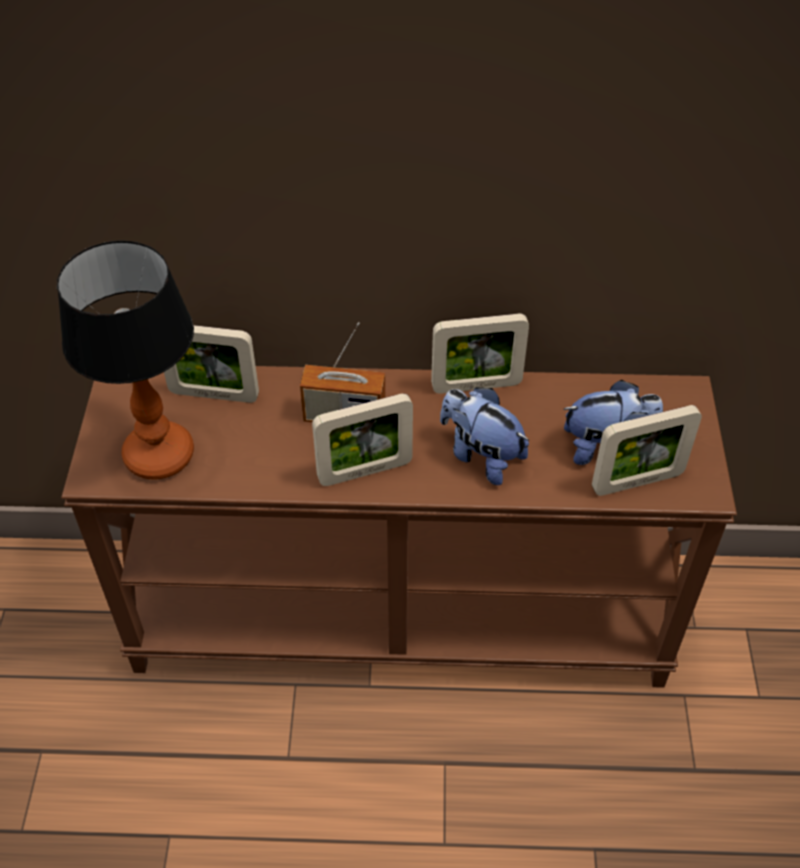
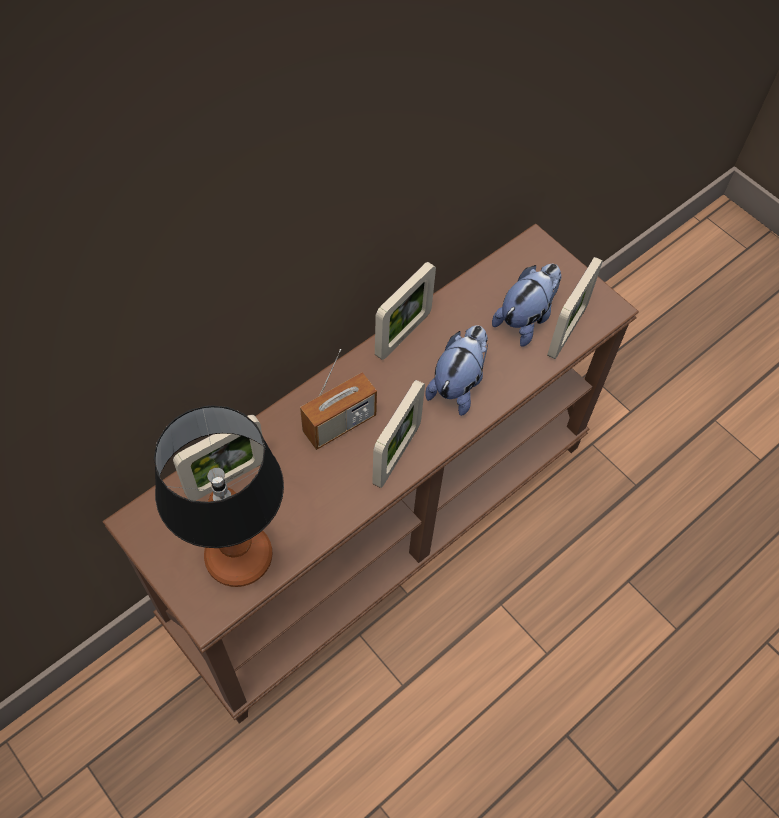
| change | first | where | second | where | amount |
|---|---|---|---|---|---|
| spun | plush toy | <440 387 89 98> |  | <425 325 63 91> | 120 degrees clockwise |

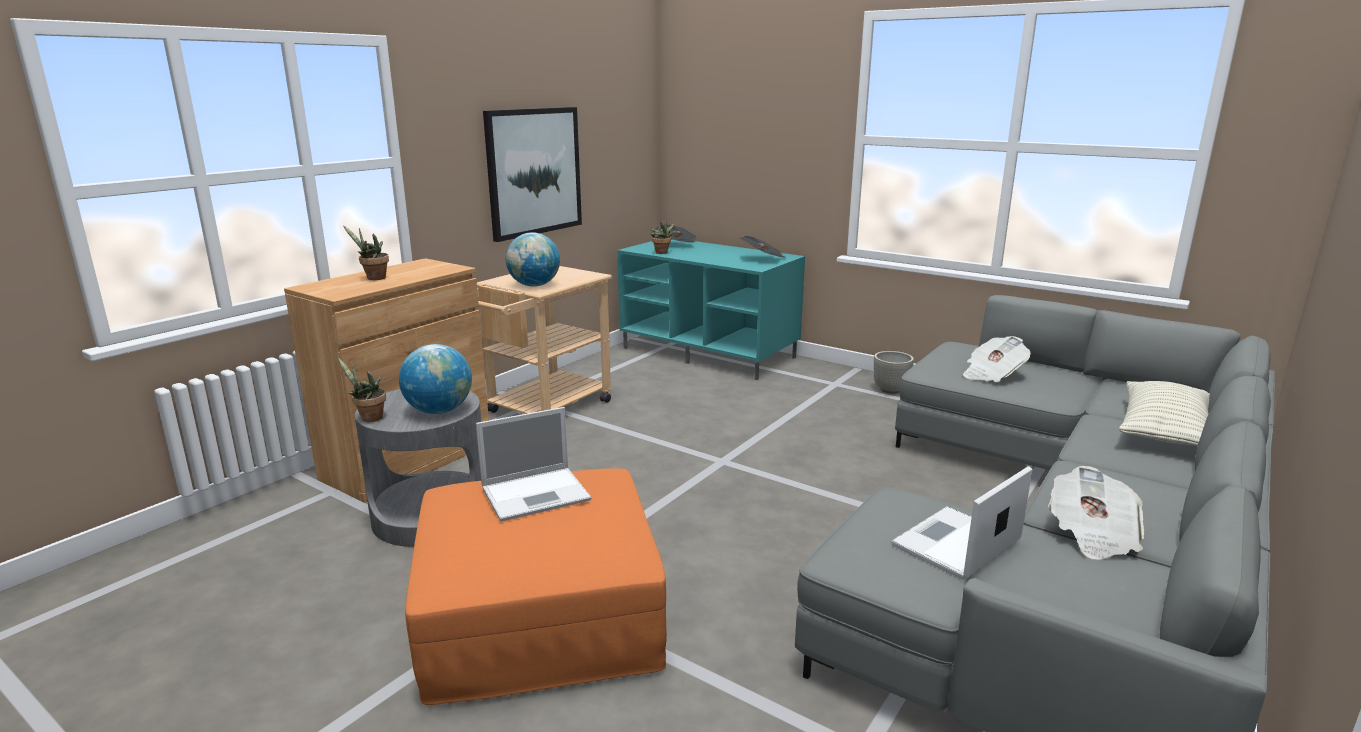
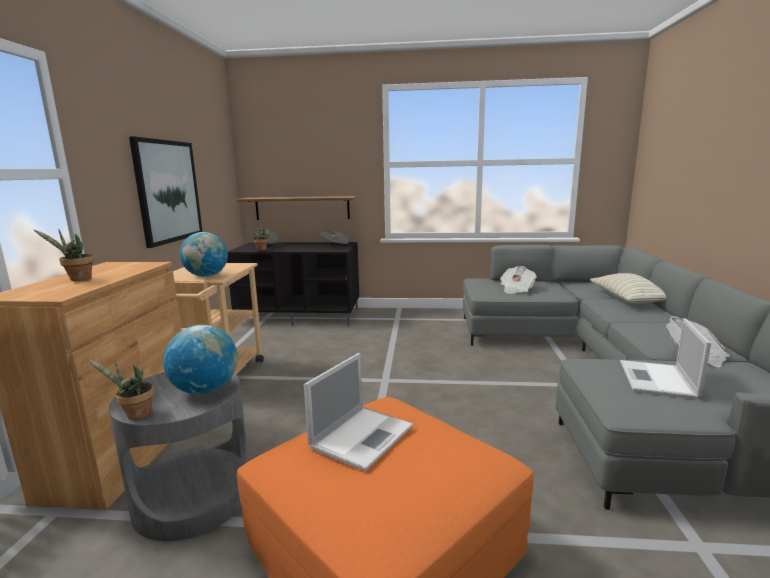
| change | first | where | second | where | amount |
|---|---|---|---|---|---|
| colour | blue-green media console | <617 239 188 141> | blackish media console | <227 242 132 84> |  |
| missing | grey plant pot | <874 351 40 43> |  |  |  |
| appeared |  |  | wall shelf | <236 196 121 24> |  |

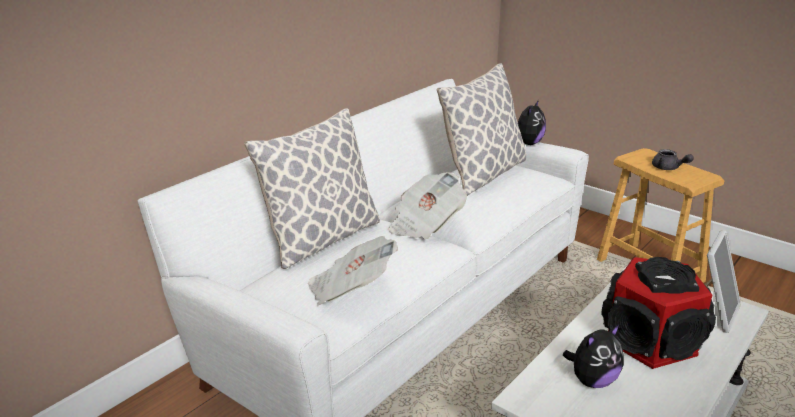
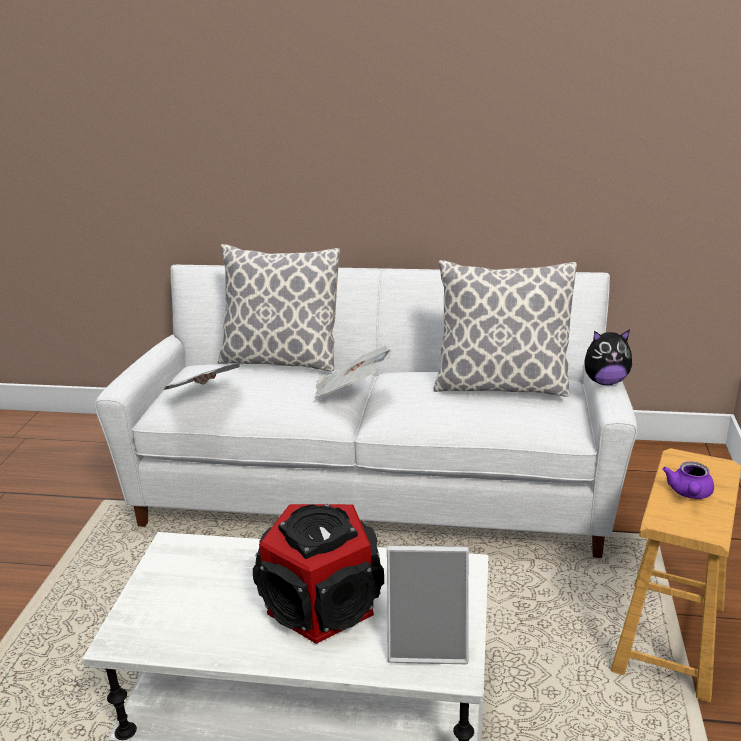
| change | first | where | second | where | amount |
|---|---|---|---|---|---|
| colour | grey tea pot | <652 149 42 21> | purple tea pot | <662 461 52 38> |  |
| missing | plush toy | <563 324 61 64> |  |  |  |

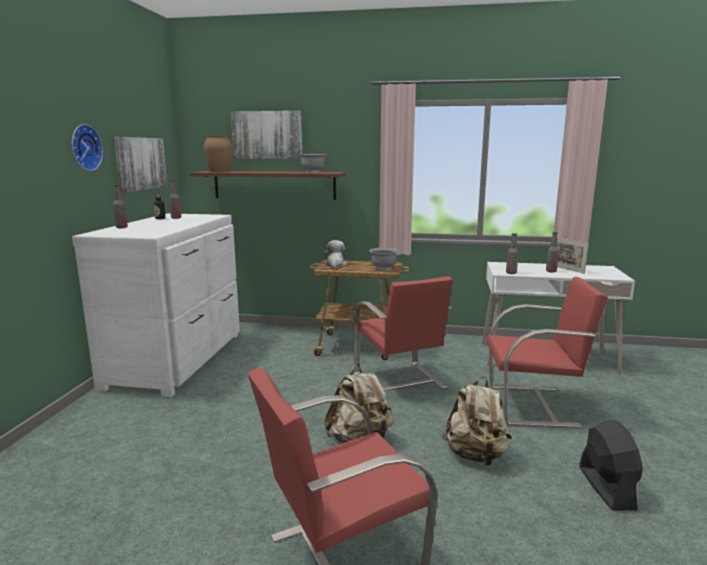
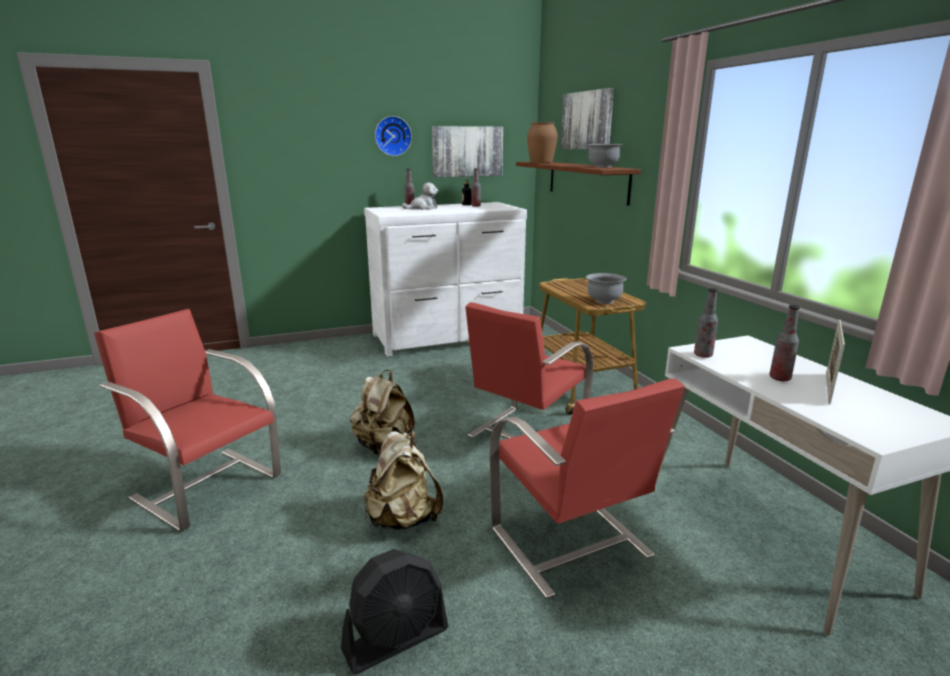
| change | first | where | second | where | amount |
|---|---|---|---|---|---|
| relocated | plush toy | <323 240 24 29> |  | <402 183 36 27> |  |

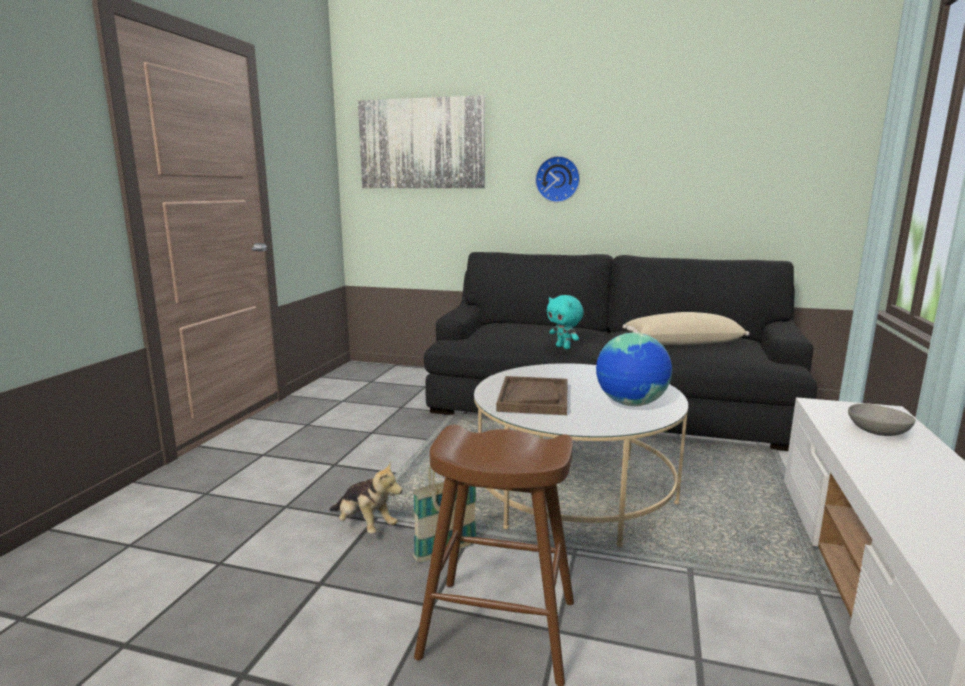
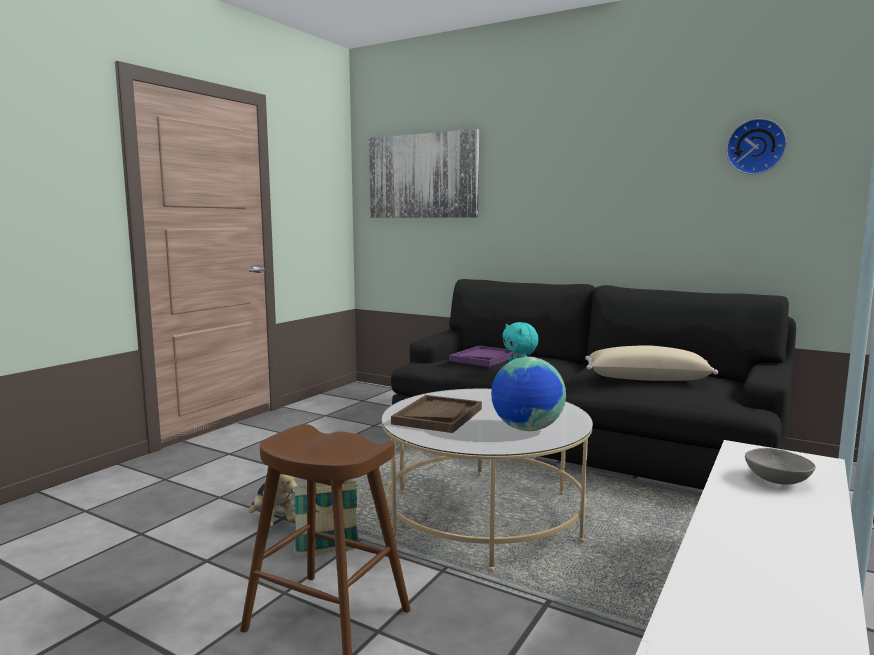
| change | first | where | second | where | amount |
|---|---|---|---|---|---|
| relocated | hanging clock | <535 156 45 47> |  | <726 118 61 57> |  |
| appeared |  |  | purple tray | <449 346 64 21> |  |

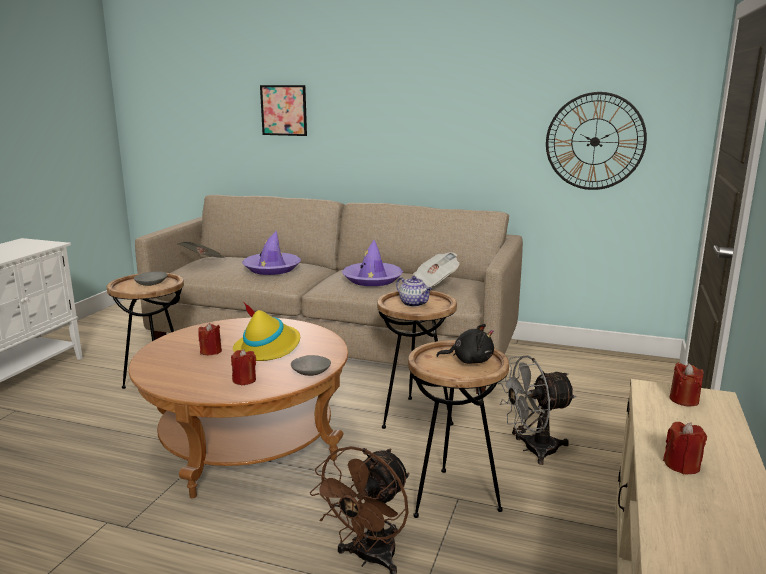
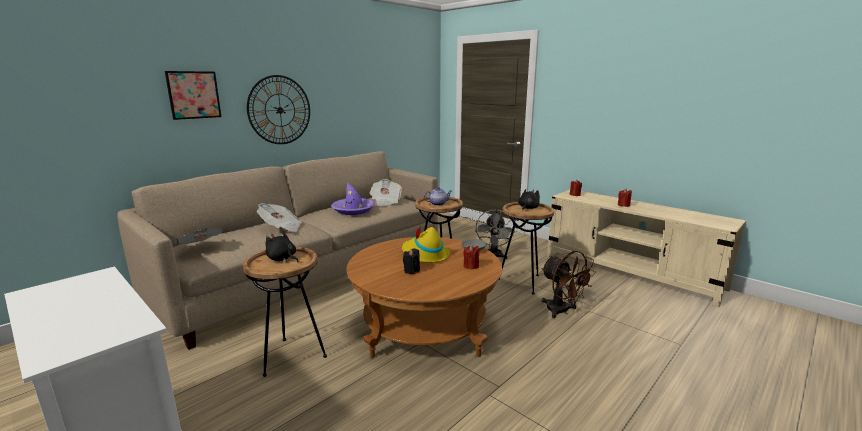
| change | first | where | second | where | amount |
|---|---|---|---|---|---|
| relocated | hanging clock | <546 92 101 98> |  | <247 75 63 69> |  |
| exchanged | purple wearable hat | <242 230 59 45> | daily paper | <257 203 45 29> |  |
| exchanged | grey serving bowl | <134 271 34 15> | blackish plush toy | <265 231 33 31> |  |
| colour | reddish wax light | <198 323 24 32> | blackish wax light | <403 249 17 25> |  |

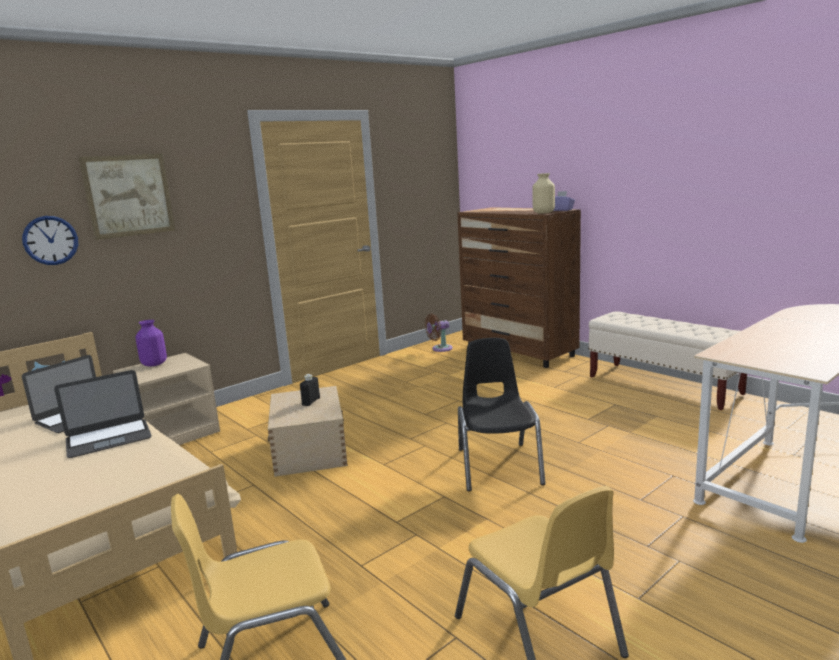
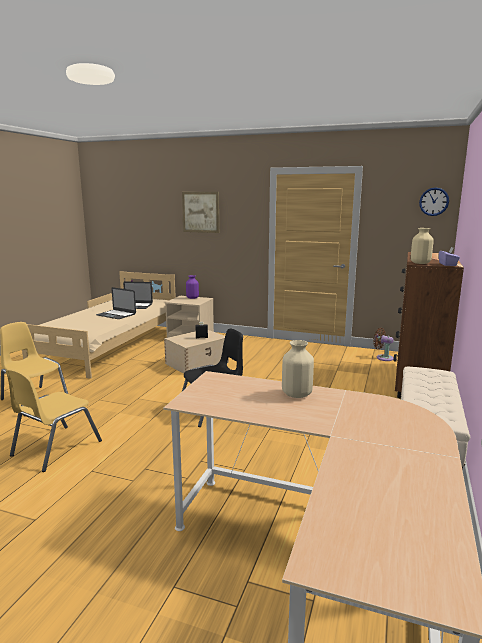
| change | first | where | second | where | amount |
|---|---|---|---|---|---|
| relocated | hanging clock | <22 216 56 49> |  | <419 187 30 29> |  |
| appeared |  |  | beige vase | <282 340 32 58> |  |

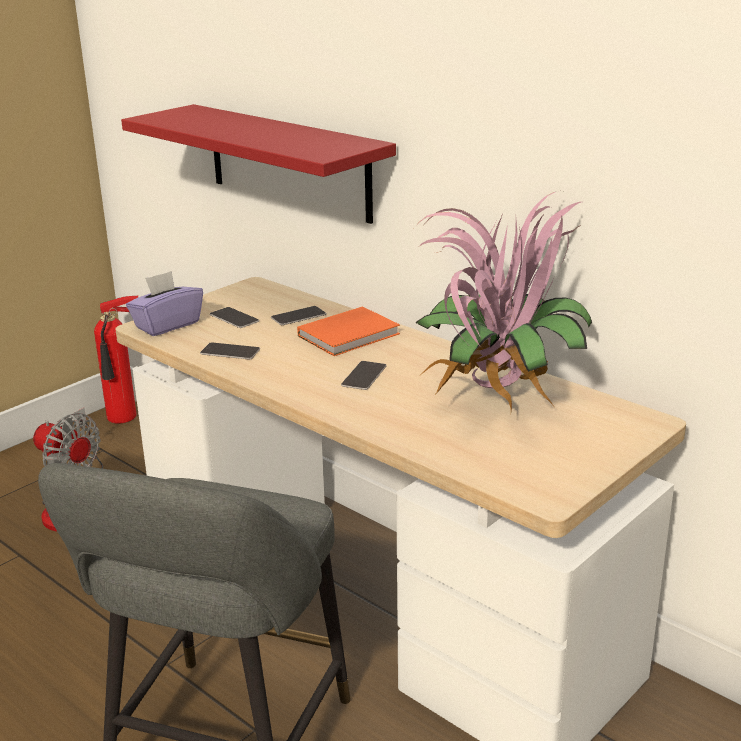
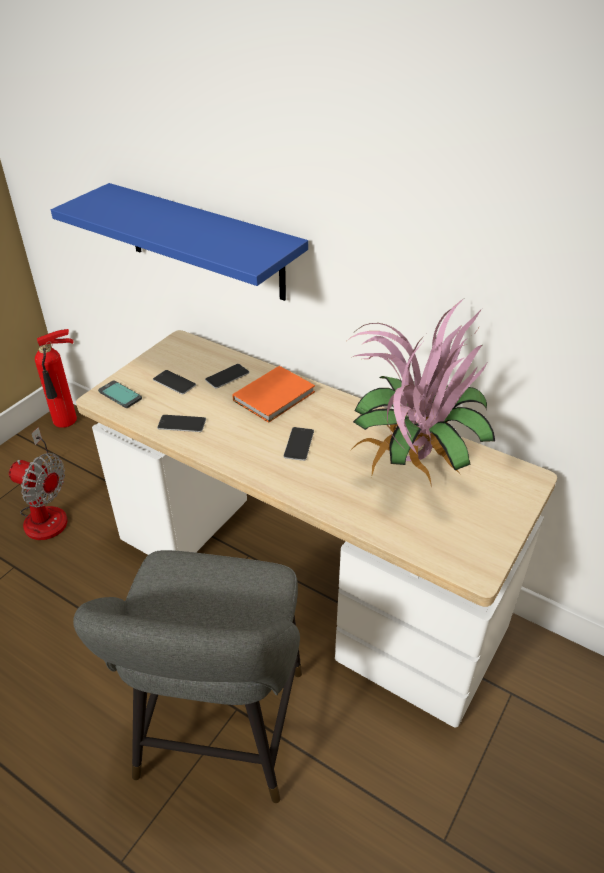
| change | first | where | second | where | amount |
|---|---|---|---|---|---|
| colour | reddish wall shelf | <121 104 275 120> | blue-coloured wall shelf | <51 183 257 118> |  |
| exchanged | purple tissue holder | <126 271 77 65> | phone | <98 380 44 28> |  |

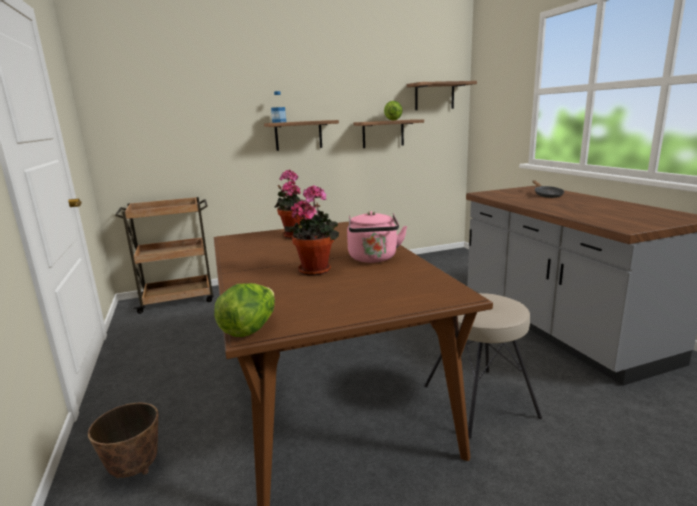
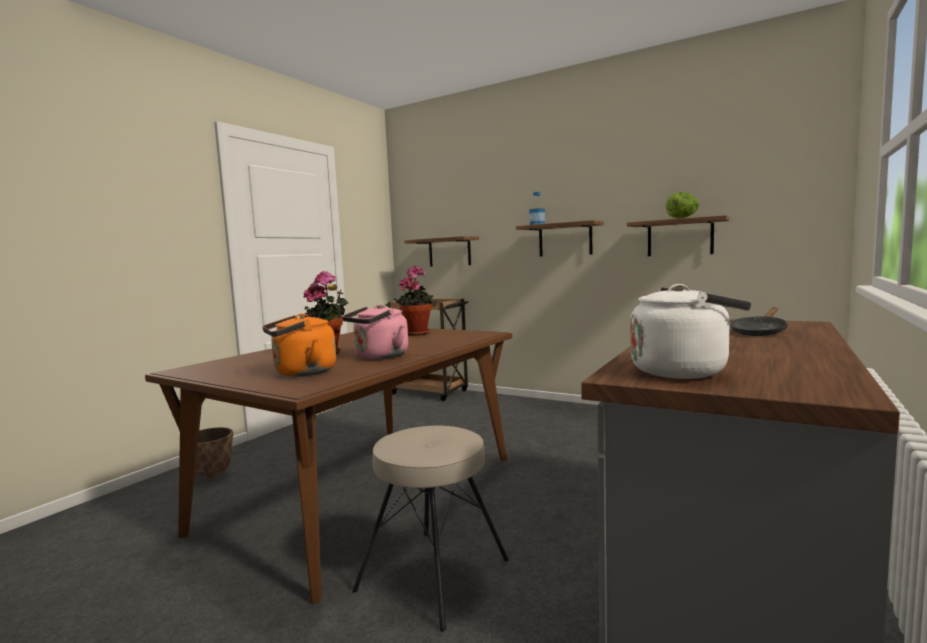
| change | first | where | second | where | amount |
|---|---|---|---|---|---|
| relocated | wall shelf | <407 81 70 29> |  | <404 236 75 30> |  |
| missing | head of lettuce | <214 283 61 54> |  |  |  |
| appeared |  |  | whitish kettle | <630 284 121 95> |  |
| appeared |  |  | orange kettle | <262 314 74 62> |  |

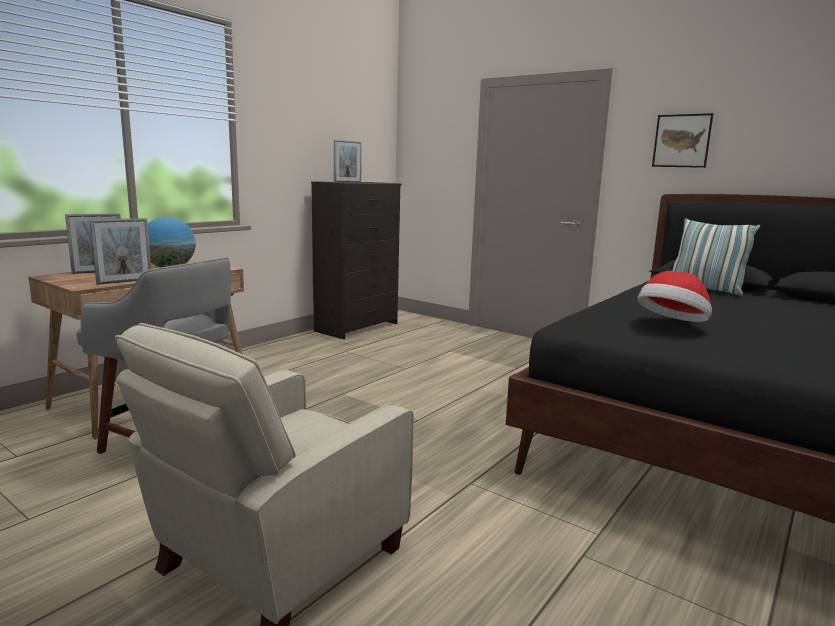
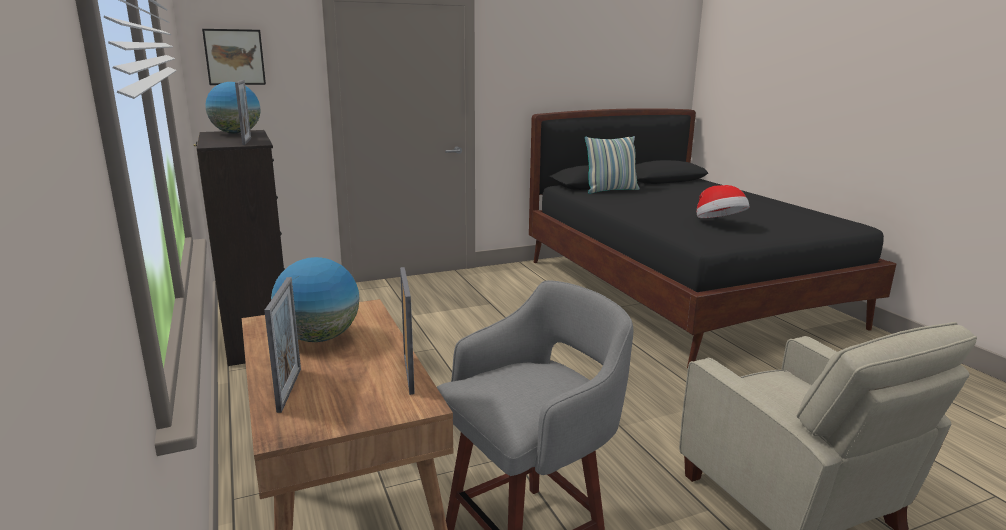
| change | first | where | second | where | amount |
|---|---|---|---|---|---|
| relocated | picture | <652 113 61 55> |  | <202 29 64 56> |  |
| appeared |  |  | desk globe | <206 82 55 52> |  |

